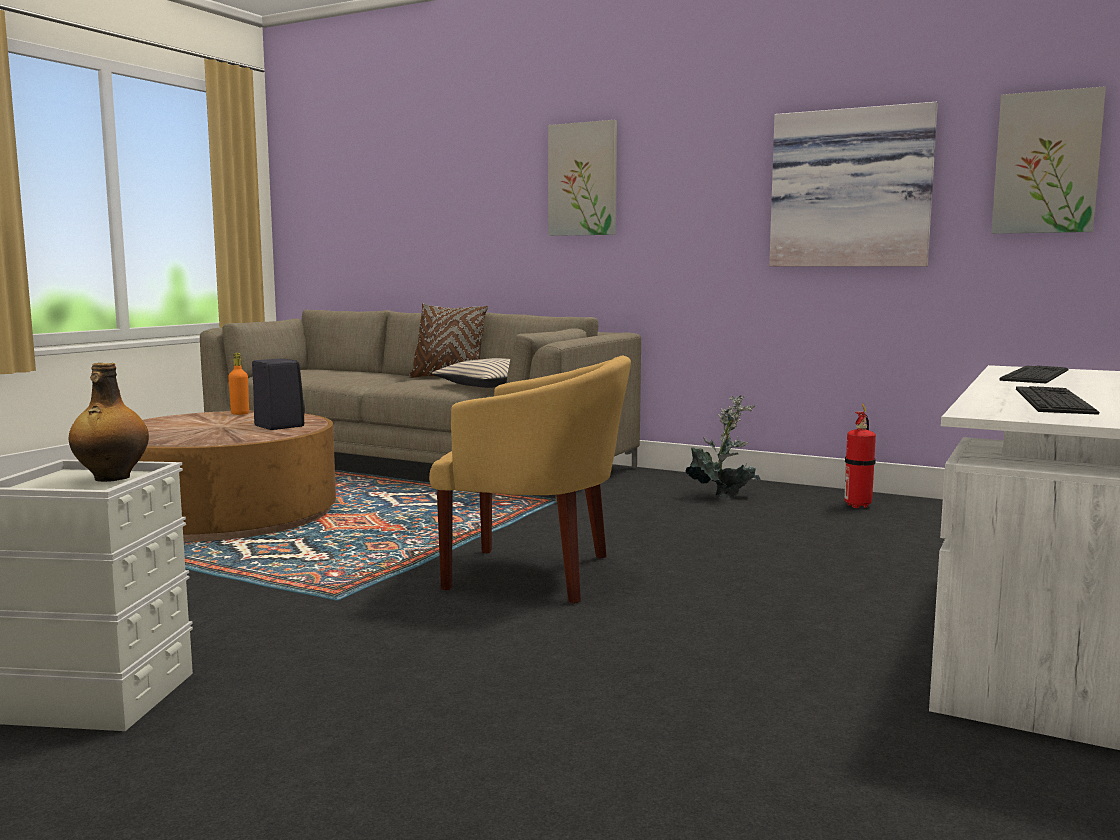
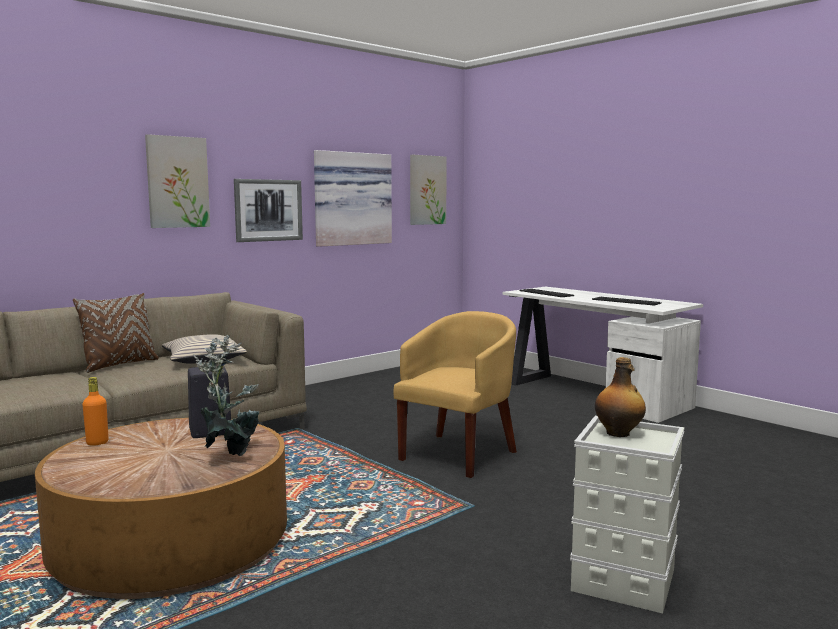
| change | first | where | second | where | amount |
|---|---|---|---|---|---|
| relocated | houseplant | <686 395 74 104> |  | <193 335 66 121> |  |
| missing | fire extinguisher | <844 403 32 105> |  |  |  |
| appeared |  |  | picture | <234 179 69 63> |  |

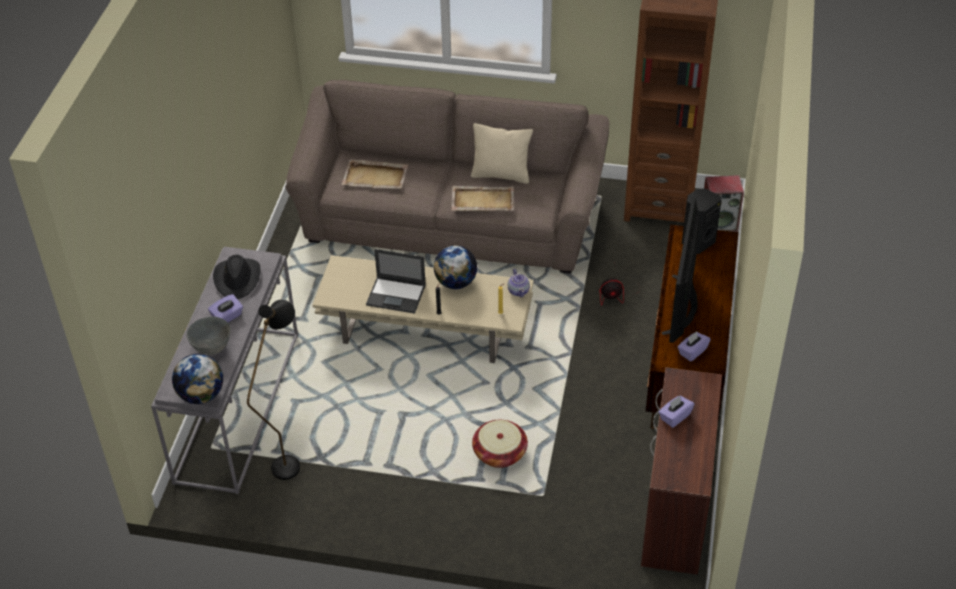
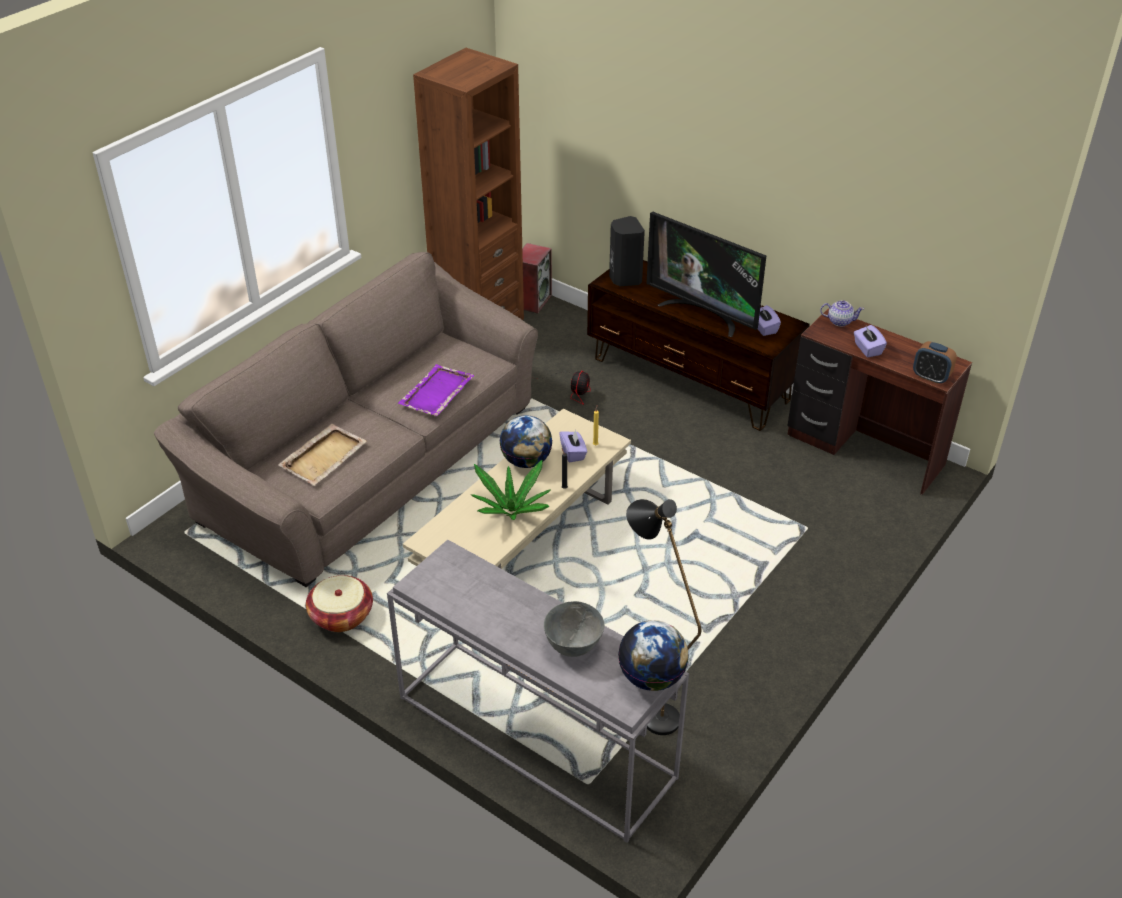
| change | first | where | second | where | amount |
|---|---|---|---|---|---|
| missing | beige throw pillow | <471 123 62 61> |  |  |  |
| colour | beige tray | <451 186 63 25> | purple tray | <398 364 76 52> |  |
| exchanged | notebook computer | <366 249 60 65> | houseplant | <471 460 80 60> |  |
| missing | blackish wearable hat | <213 255 48 44> |  |  |  |
| relocated | tea pot | <507 269 23 28> |  | <820 300 44 27> |  |
| relocated | purple tissue holder | <208 294 35 28> |  | <559 429 28 34> |  |
| relocated | storage basket | <472 420 56 48> |  | <306 575 67 57> |  |
| appeared |  |  | table clock | <913 341 44 43> |  |

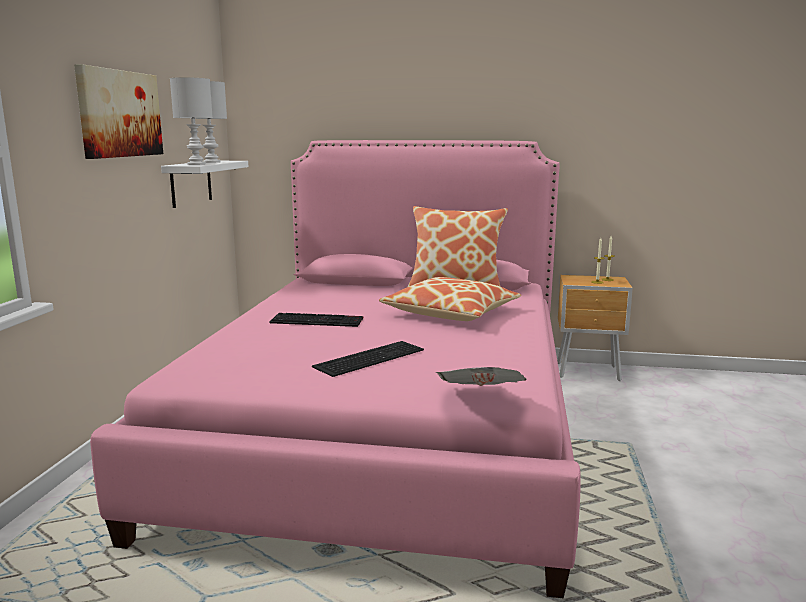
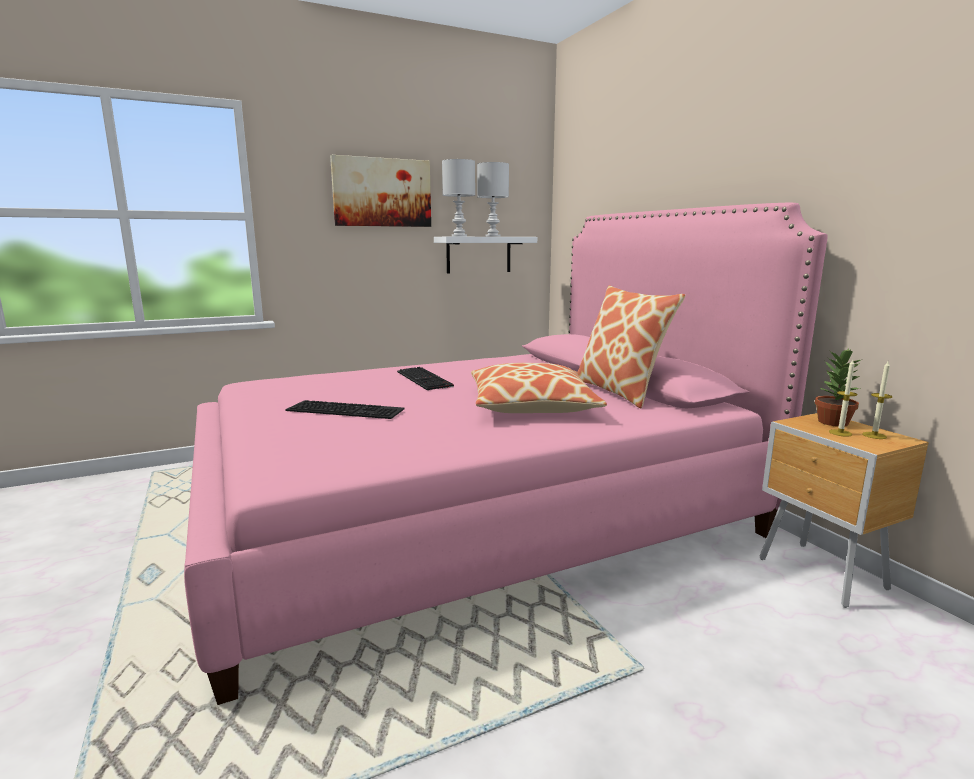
| change | first | where | second | where | amount |
|---|---|---|---|---|---|
| missing | daily paper | <436 367 91 19> |  |  |  |
| appeared |  |  | houseplant | <815 349 46 78> |  |

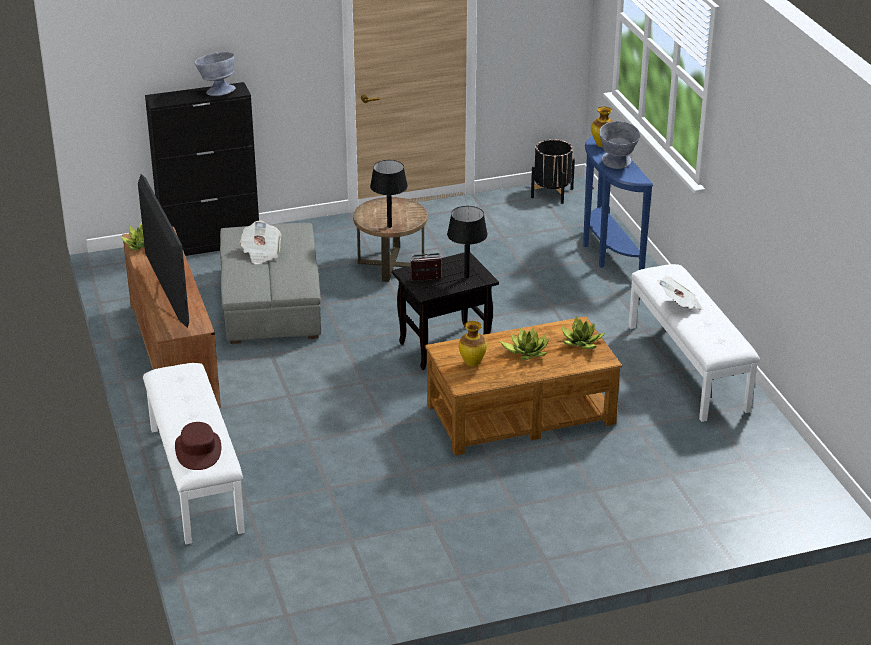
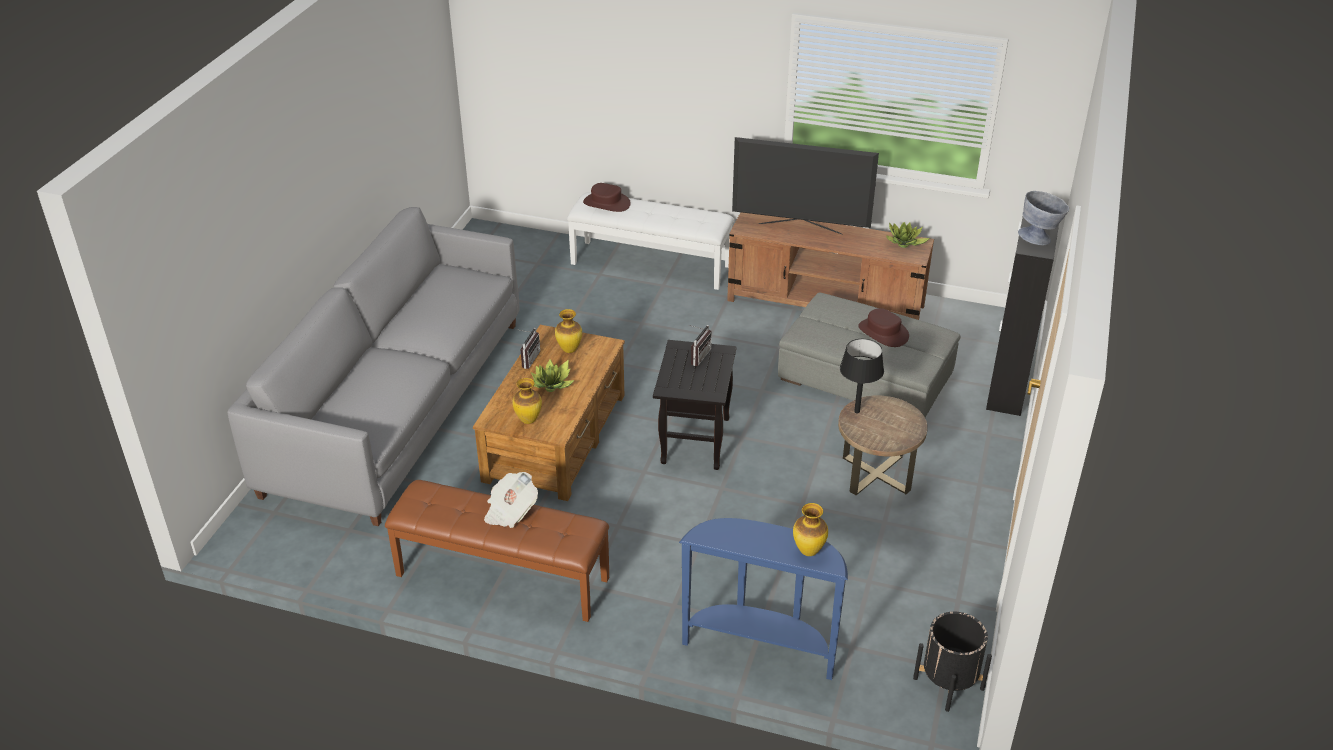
| change | first | where | second | where | amount |
|---|---|---|---|---|---|
| missing | grey serving bowl | <599 121 41 48> |  |  |  |
| missing | blackish table lamp | <447 206 41 72> |  |  |  |
| exchanged | daily paper | <240 221 41 43> | brownish wearable hat | <858 308 51 39> |  |
| colour | whitish indoor bench | <629 264 131 158> | brownish indoor bench | <385 480 224 142> |  |
| exchanged | houseplant | <561 316 45 33> | vase | <512 378 30 46> |  |
| appeared |  |  | grey couch | <228 207 291 319> |  |
| appeared |  |  | radio receiver | <516 328 24 41> |  |

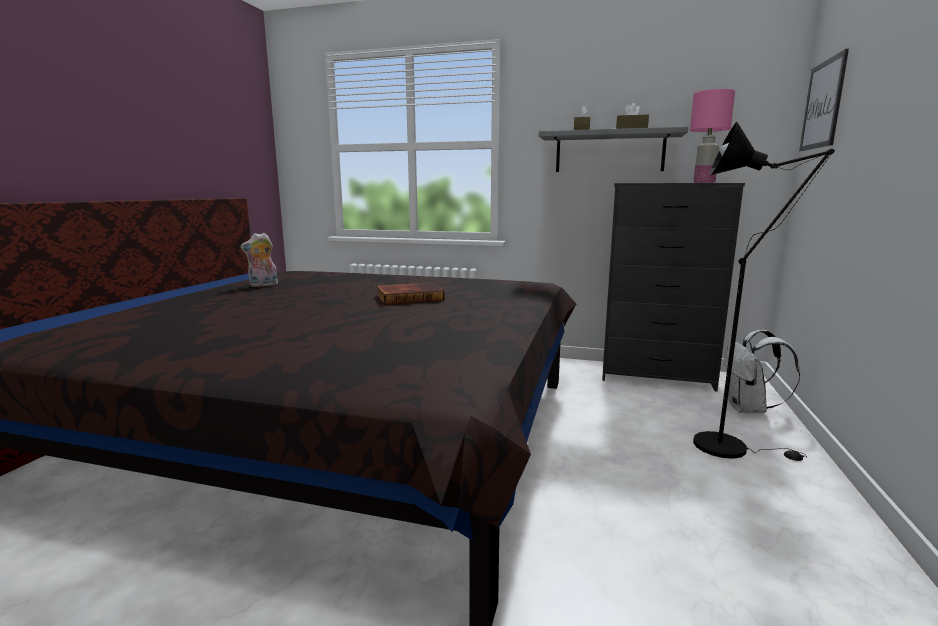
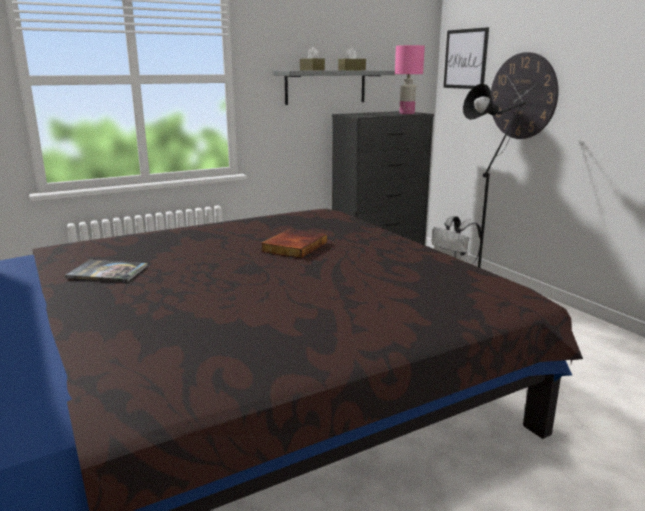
| change | first | where | second | where | amount |
|---|---|---|---|---|---|
| exchanged | plush toy | <240 233 38 54> | book | <65 260 83 22> |  |
| appeared |  |  | hanging clock | <491 52 68 87> |  |

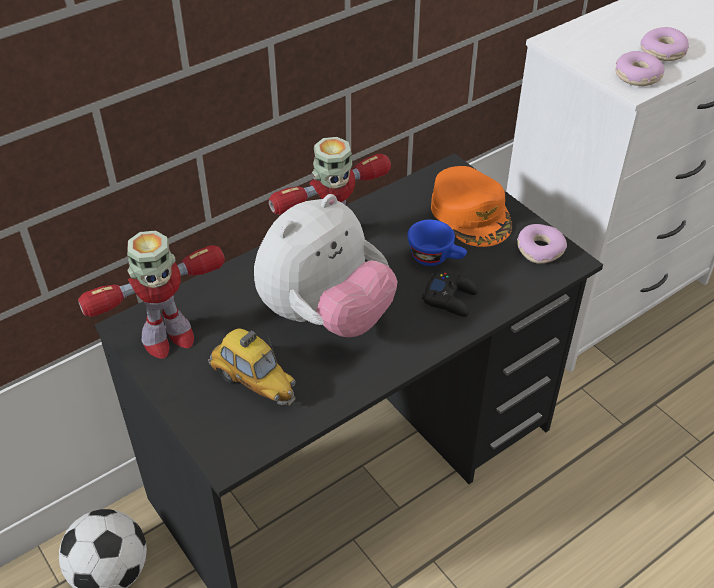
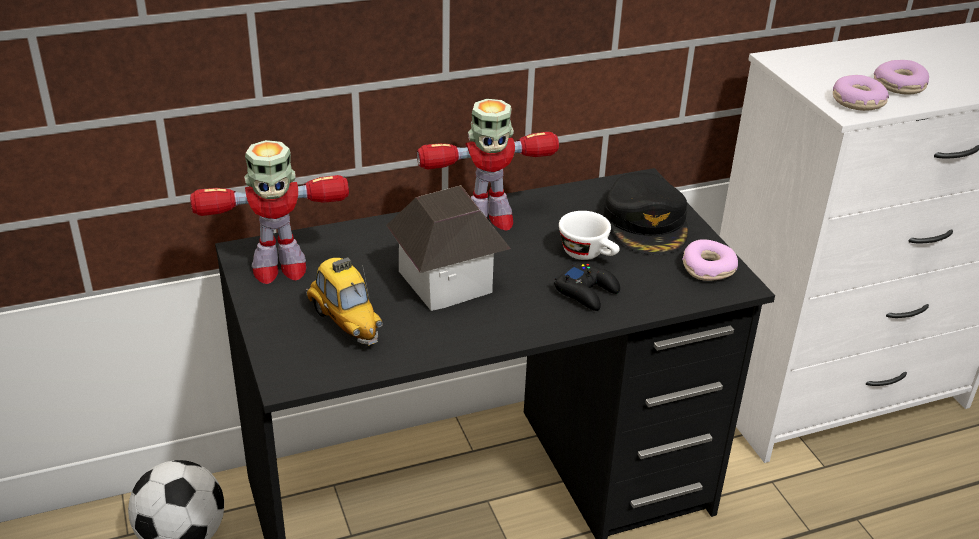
| change | first | where | second | where | amount |
|---|---|---|---|---|---|
| colour | orange baseball cap | <431 166 81 81> | blackish baseball cap | <604 172 84 83> |  |
| exchanged | plush toy | <254 194 144 143> | model house | <386 185 125 126> |  |
| colour | blue-coloured small cup | <407 220 60 46> | whitish small cup | <559 211 61 49> |  |

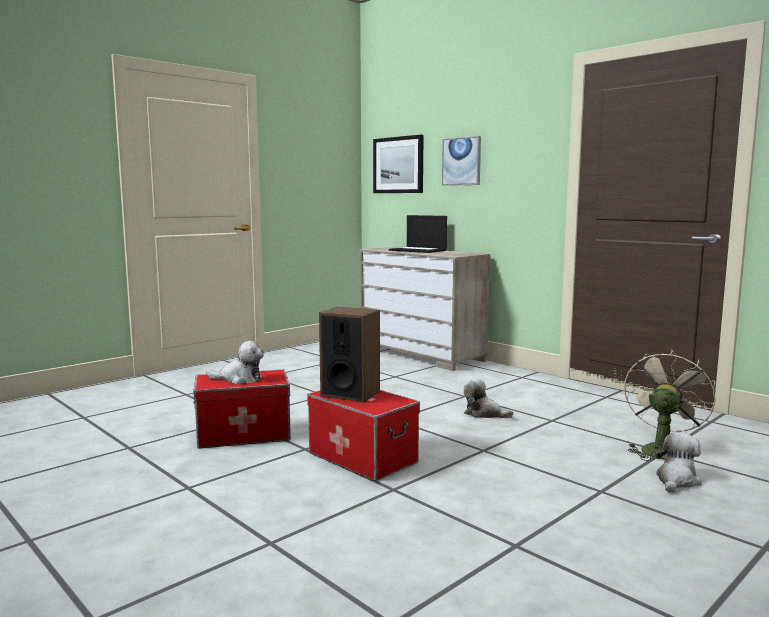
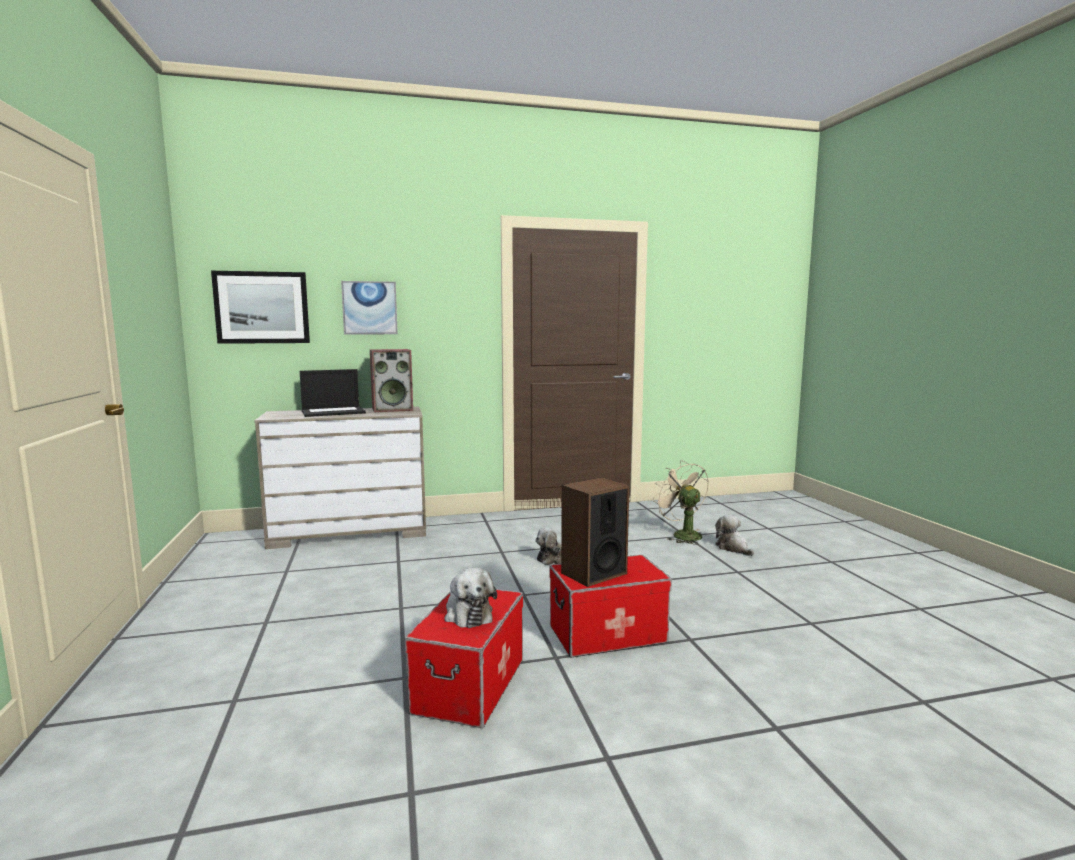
| change | first | where | second | where | amount |
|---|---|---|---|---|---|
| spun | plush toy | <206 341 58 43> |  | <445 568 52 60> | 120 degrees clockwise |
| appeared |  |  | loudspeaker | <370 349 43 63> |  |

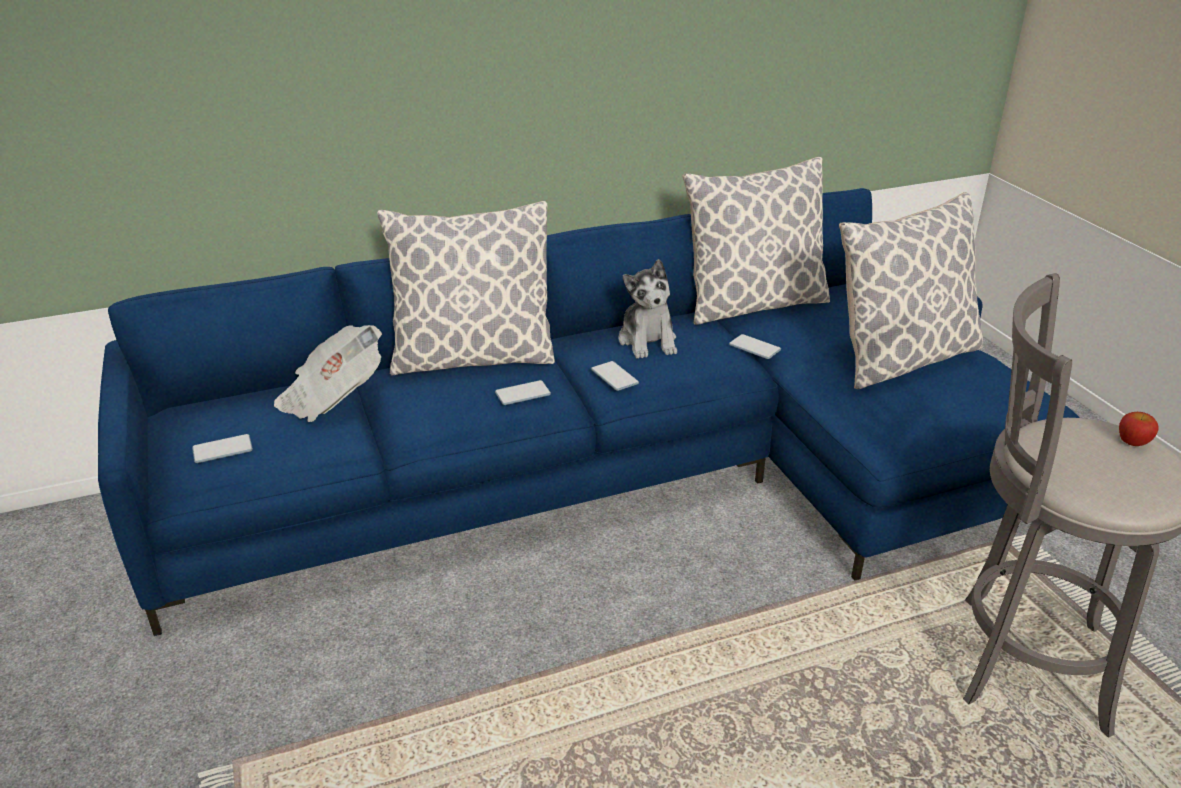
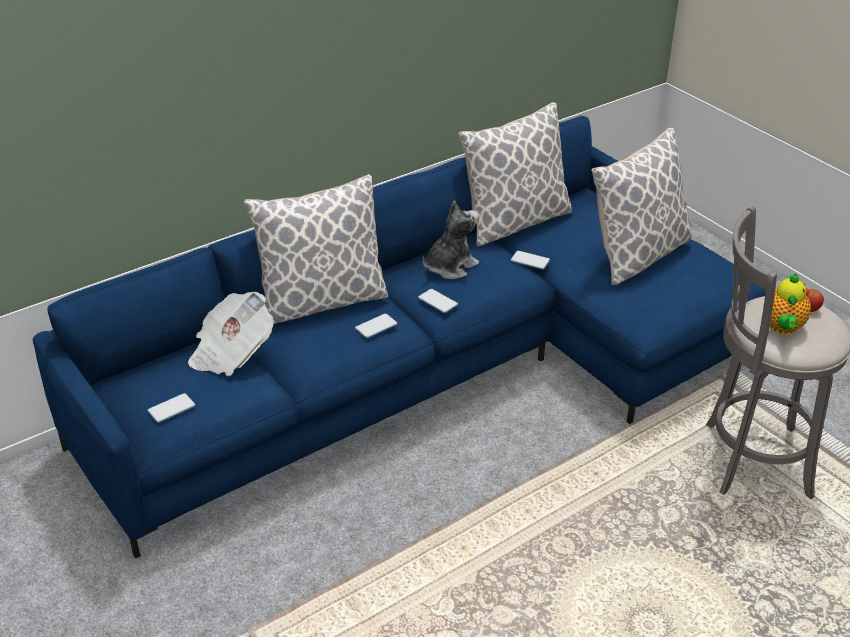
| change | first | where | second | where | amount |
|---|---|---|---|---|---|
| spun | plush toy | <619 259 58 100> |  | <422 201 57 78> | 105 degrees counterclockwise |
| appeared |  |  | tea pot | <763 274 48 60> |  |

